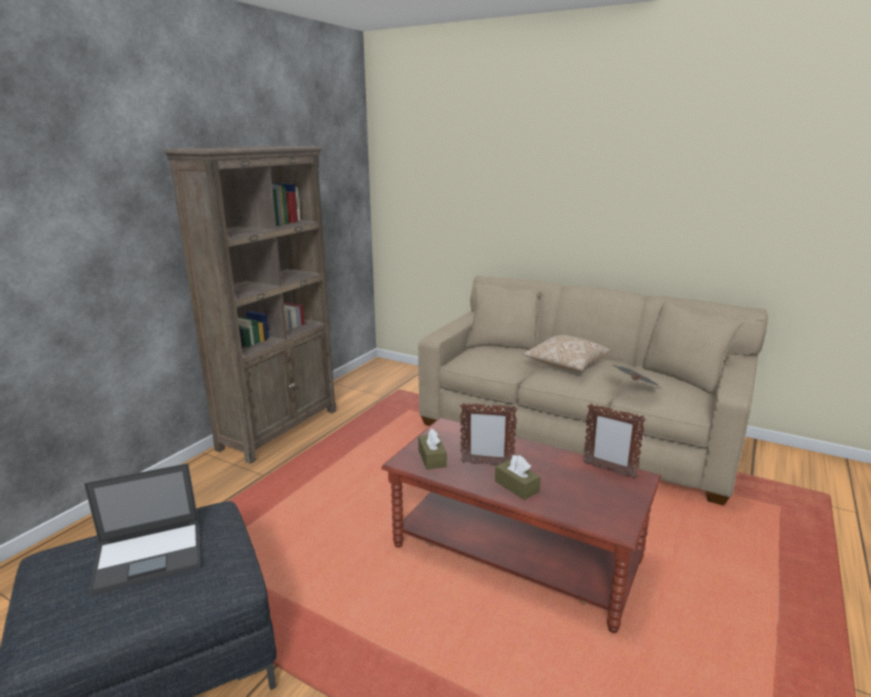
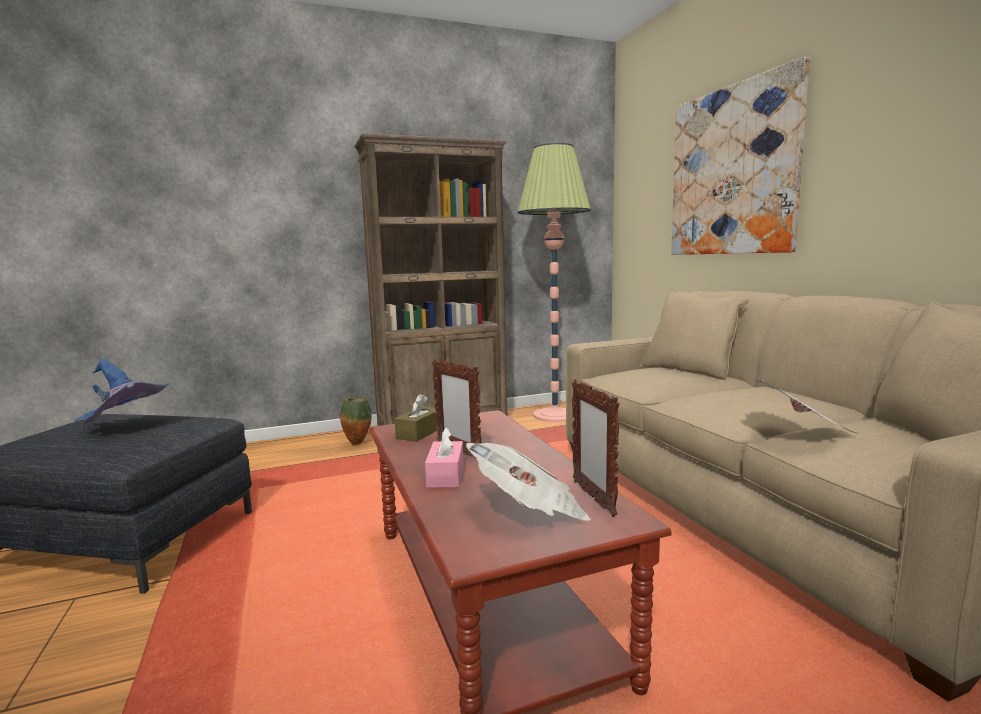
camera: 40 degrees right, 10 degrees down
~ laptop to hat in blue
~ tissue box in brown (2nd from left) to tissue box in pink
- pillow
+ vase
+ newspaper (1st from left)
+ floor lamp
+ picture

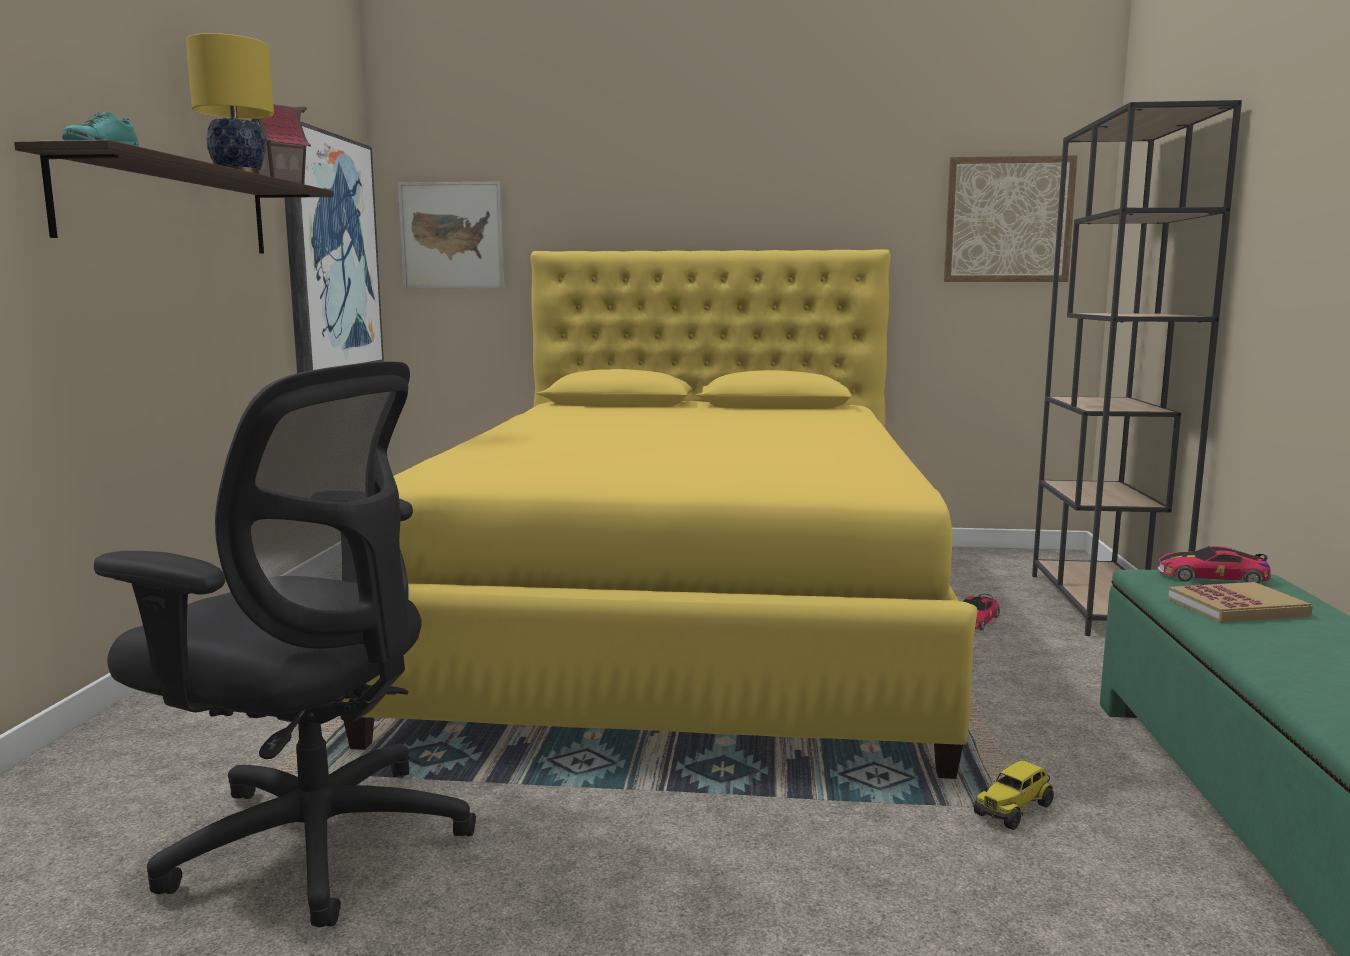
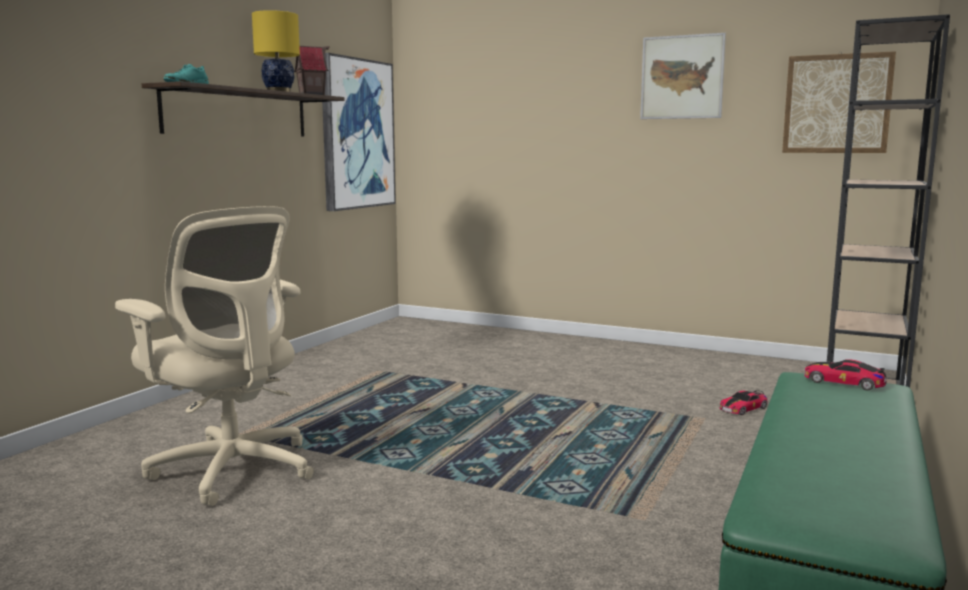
camera: 20 degrees right, 0 degrees up
~ office chair in black to office chair in beige
- bed in yellow
~ picture (2nd from left)
- toy truck
- book

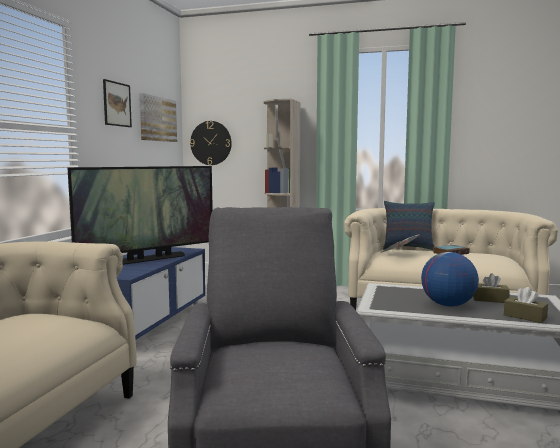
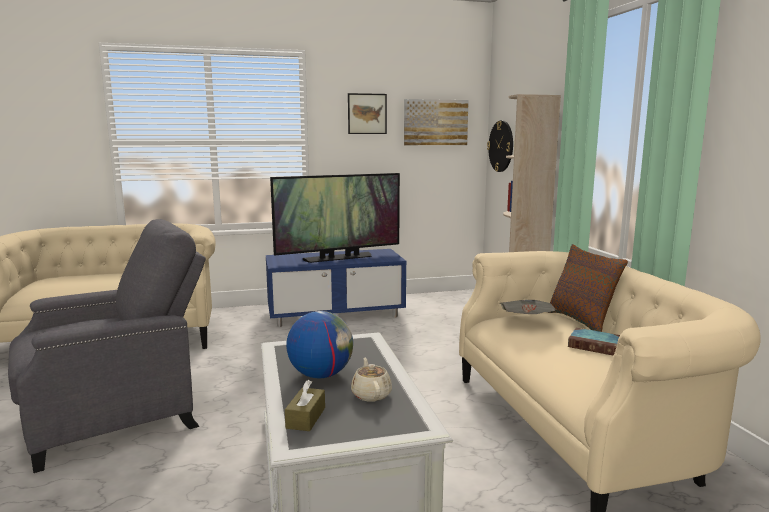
camera: 60 degrees right, 5 degrees up
~ television 45 degrees counterclockwise
~ pillow in blue to pillow in brown
~ tissue box in brown (1st from left) to teapot in beige

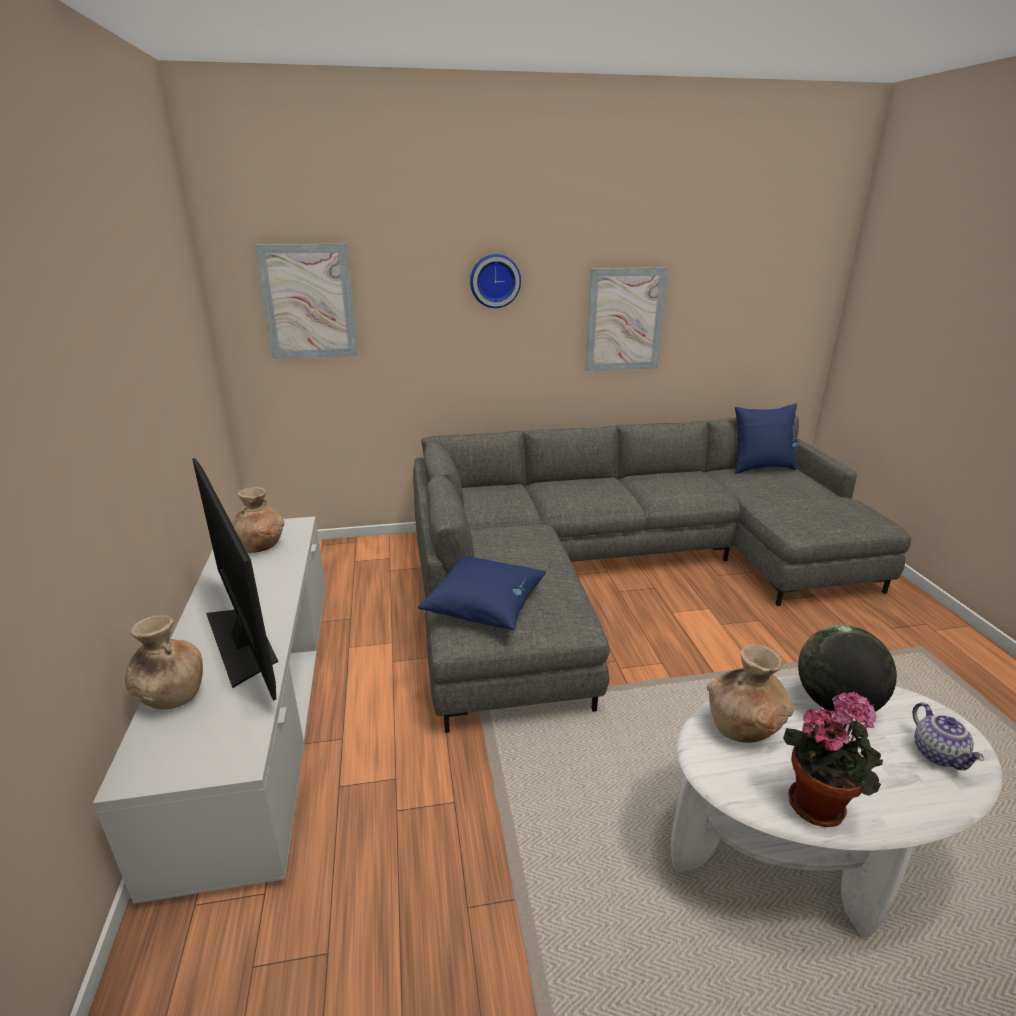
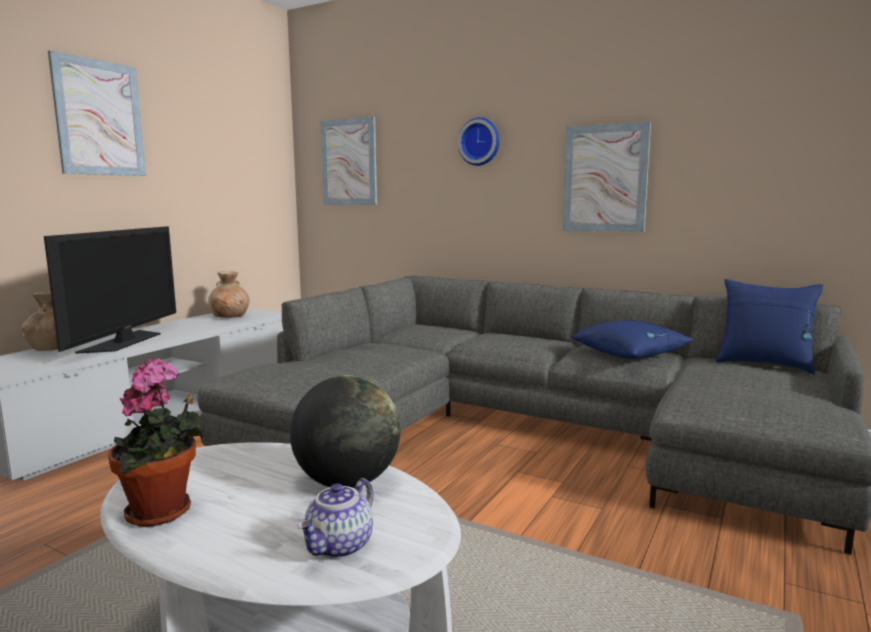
camera: 40 degrees right, 15 degrees down
~ pillow in blue (1st from left)
- vase in brown (3rd from left)
+ picture (1st from left)

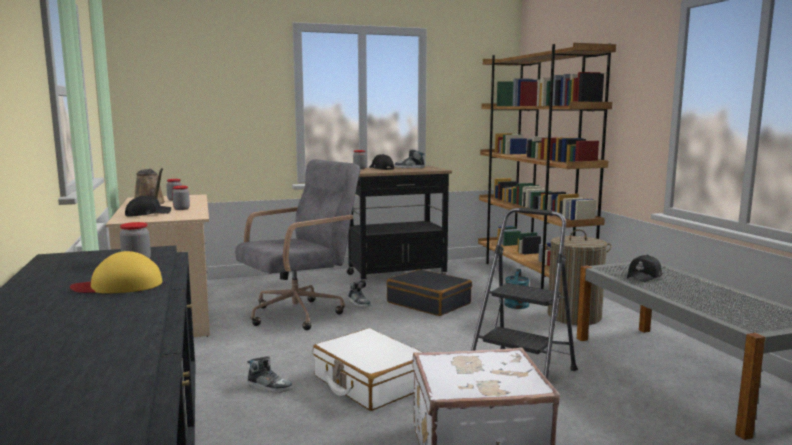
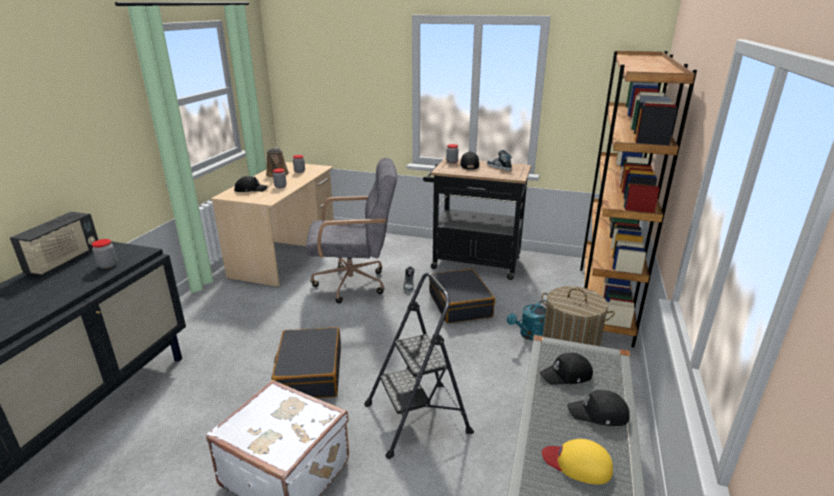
camera: 35 degrees right, 15 degrees up
~ cap in yellow
- shoe (1st from left)
~ suitcase in white (1st from left) to suitcase in black (1st from left)
+ radio
+ cap in black (4th from left)

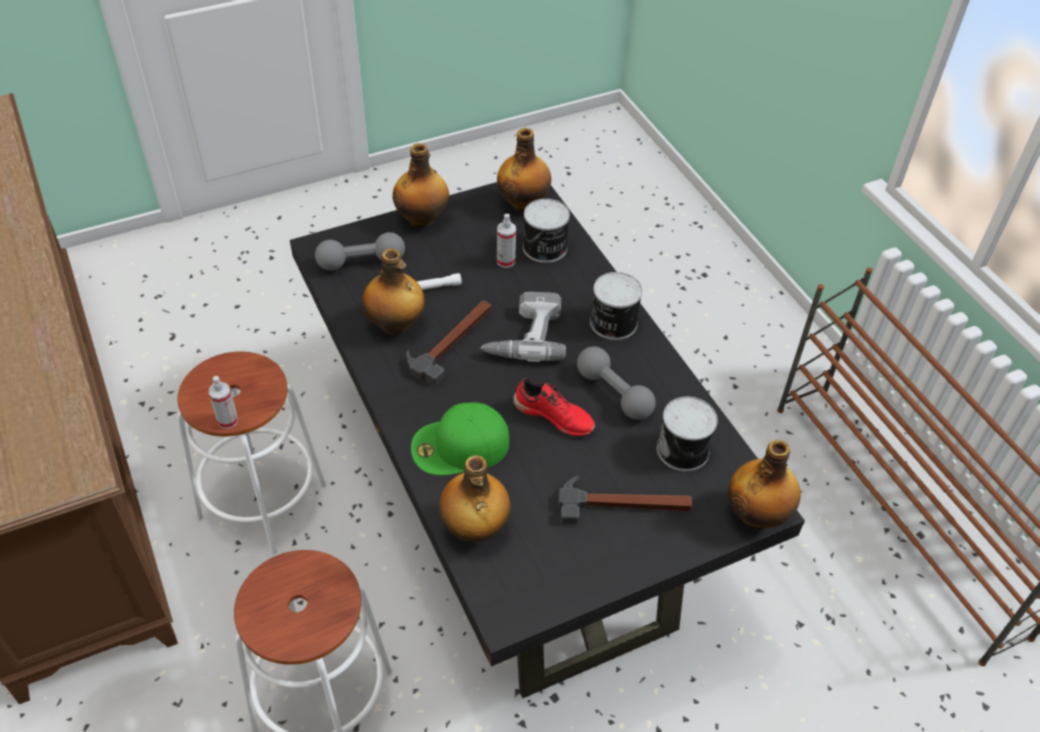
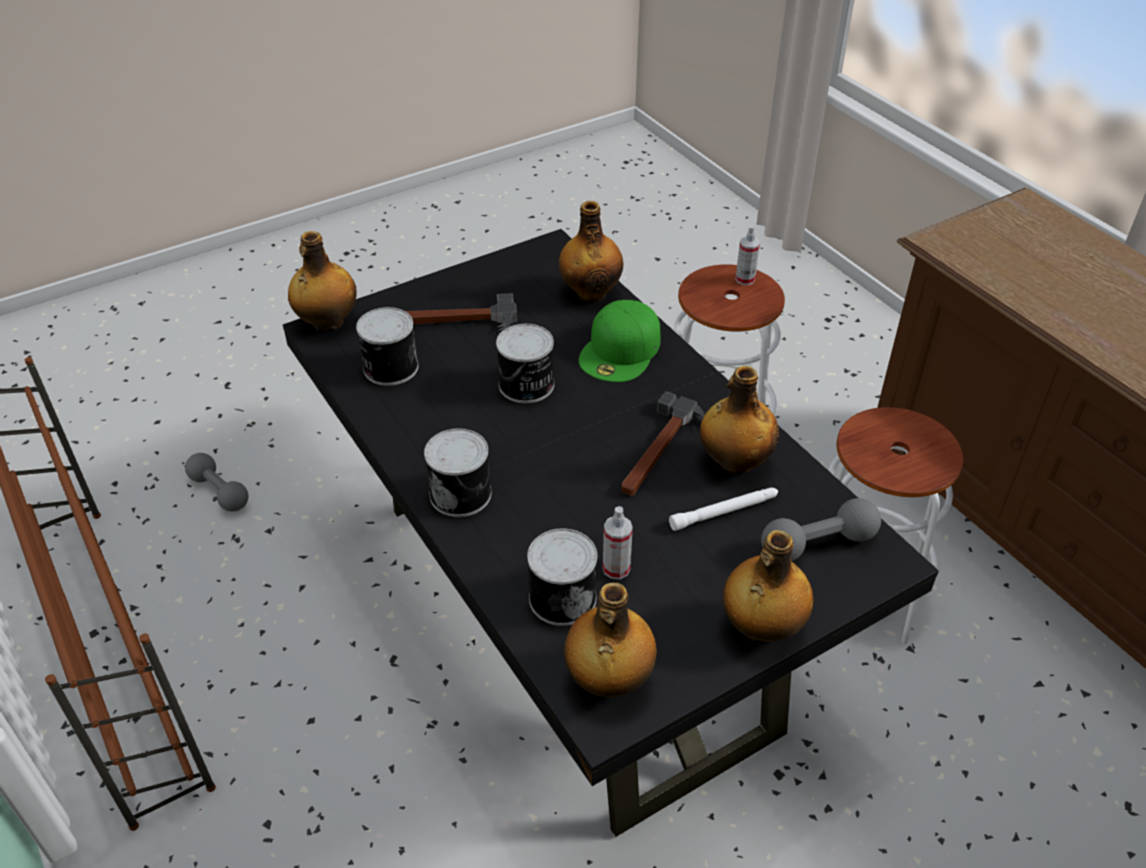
camera: 175 degrees right, 5 degrees down
~ spray bottle (1st from left in the first image) to spray bottle (2nd from left)
~ cap in green 135 degrees clockwise
- power drill
~ shoe in red to can (3rd from left)
~ dumbbell in grey (2nd from left in the first image) to dumbbell in grey (1st from left)

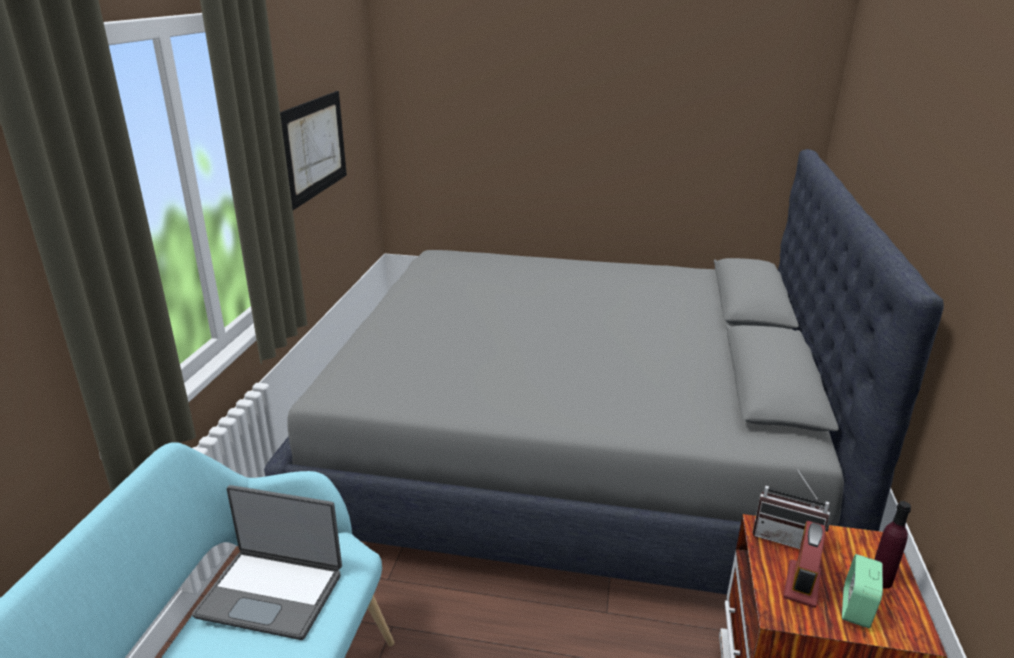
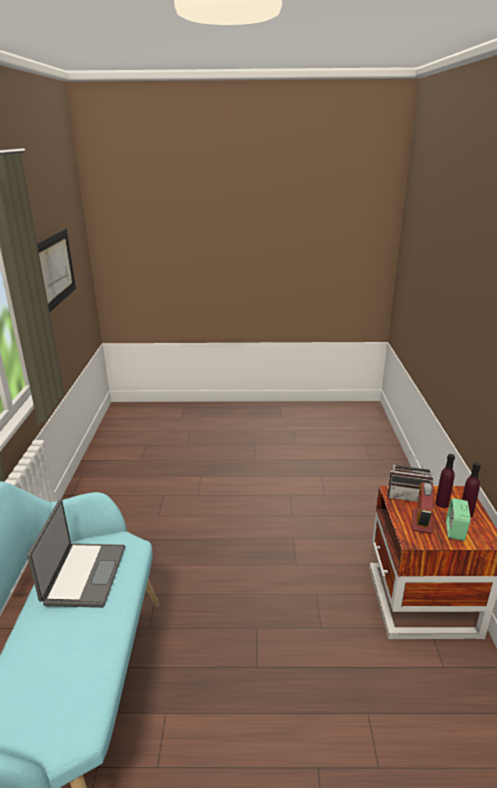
camera: 10 degrees left, 0 degrees up
~ laptop 90 degrees counterclockwise
- bed in grey
+ bottle in purple (1st from left)

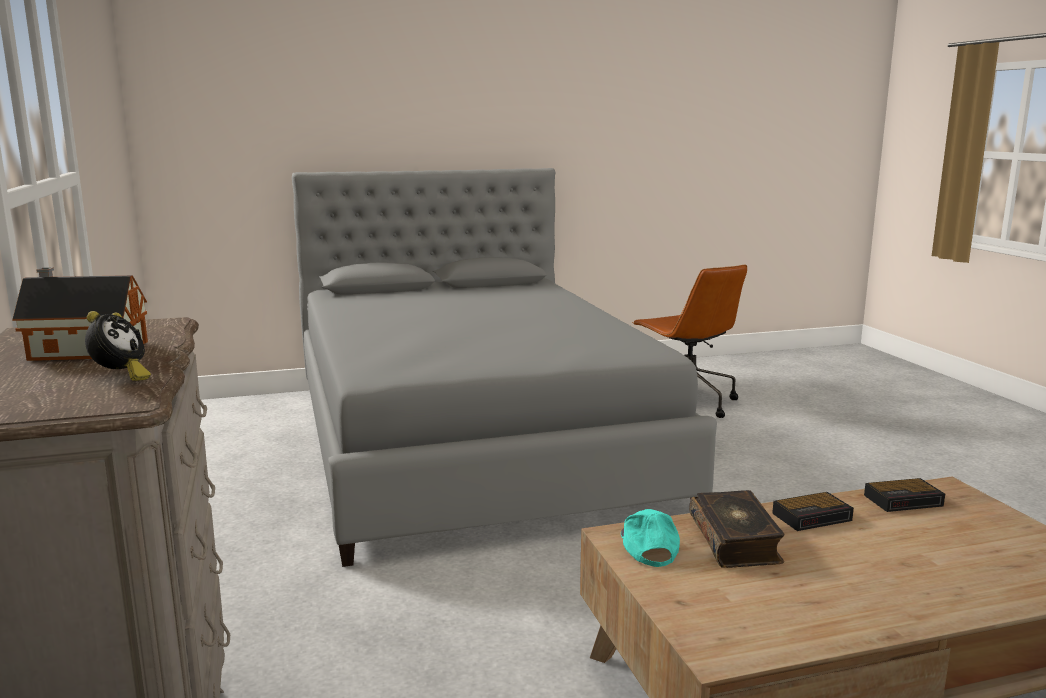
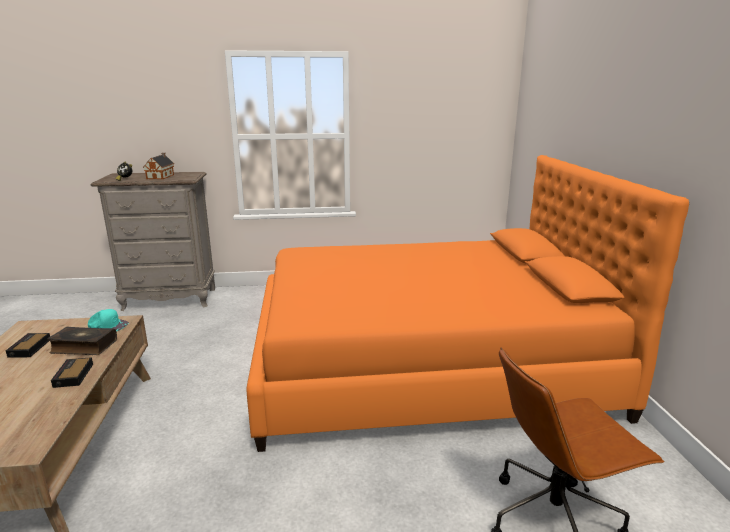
camera: 100 degrees right, 5 degrees up
~ bed in grey to bed in orange
~ alarm clock (3rd from left in the first image) to alarm clock (1st from left)

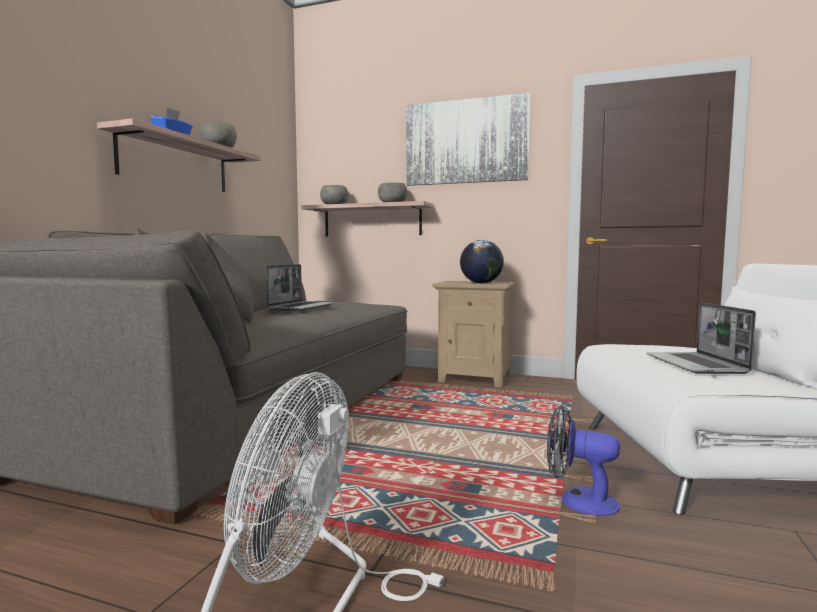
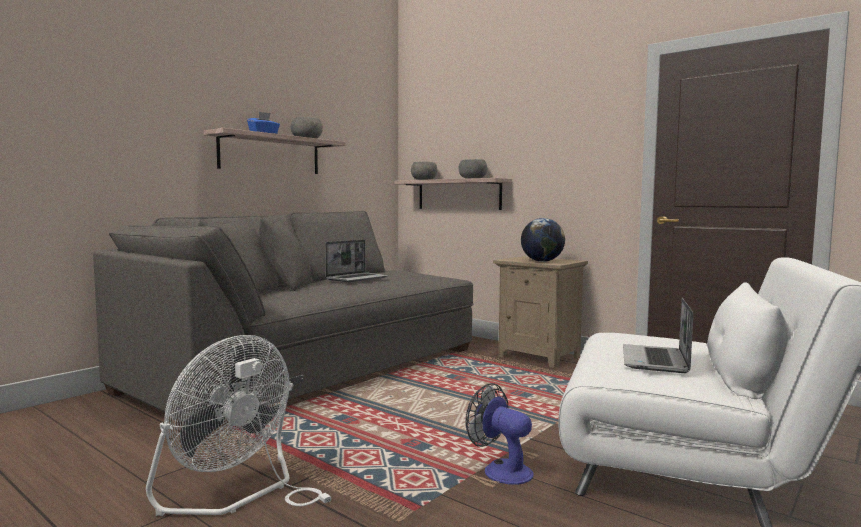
camera: 20 degrees right, 0 degrees up
- picture

